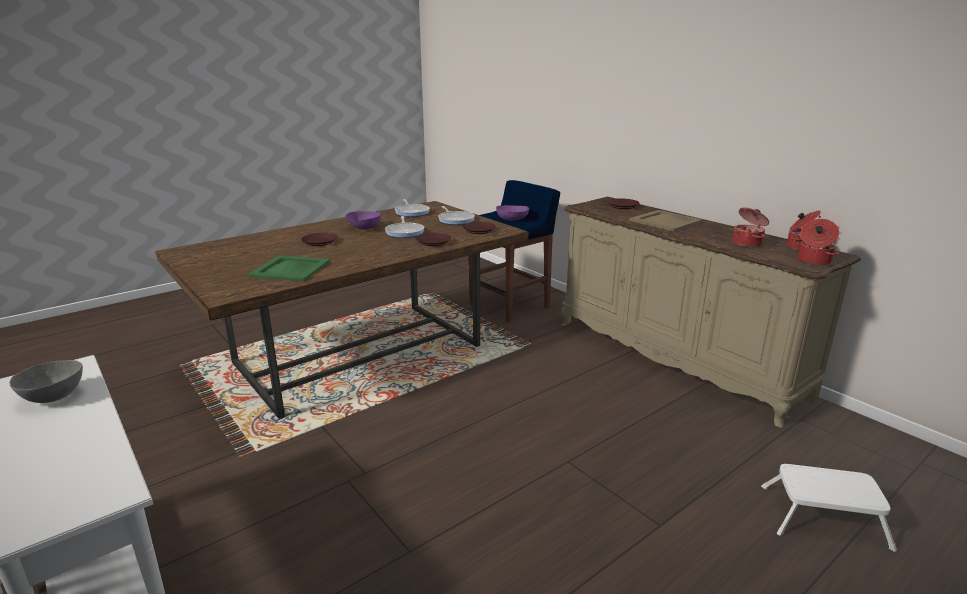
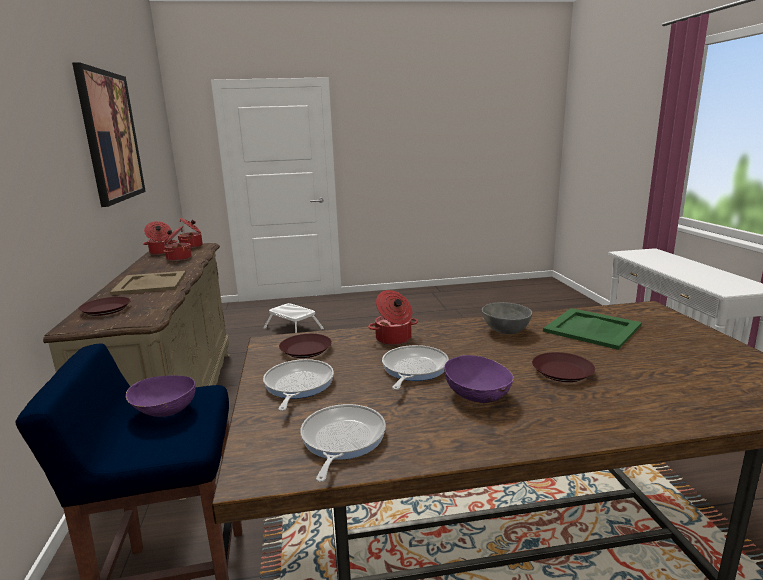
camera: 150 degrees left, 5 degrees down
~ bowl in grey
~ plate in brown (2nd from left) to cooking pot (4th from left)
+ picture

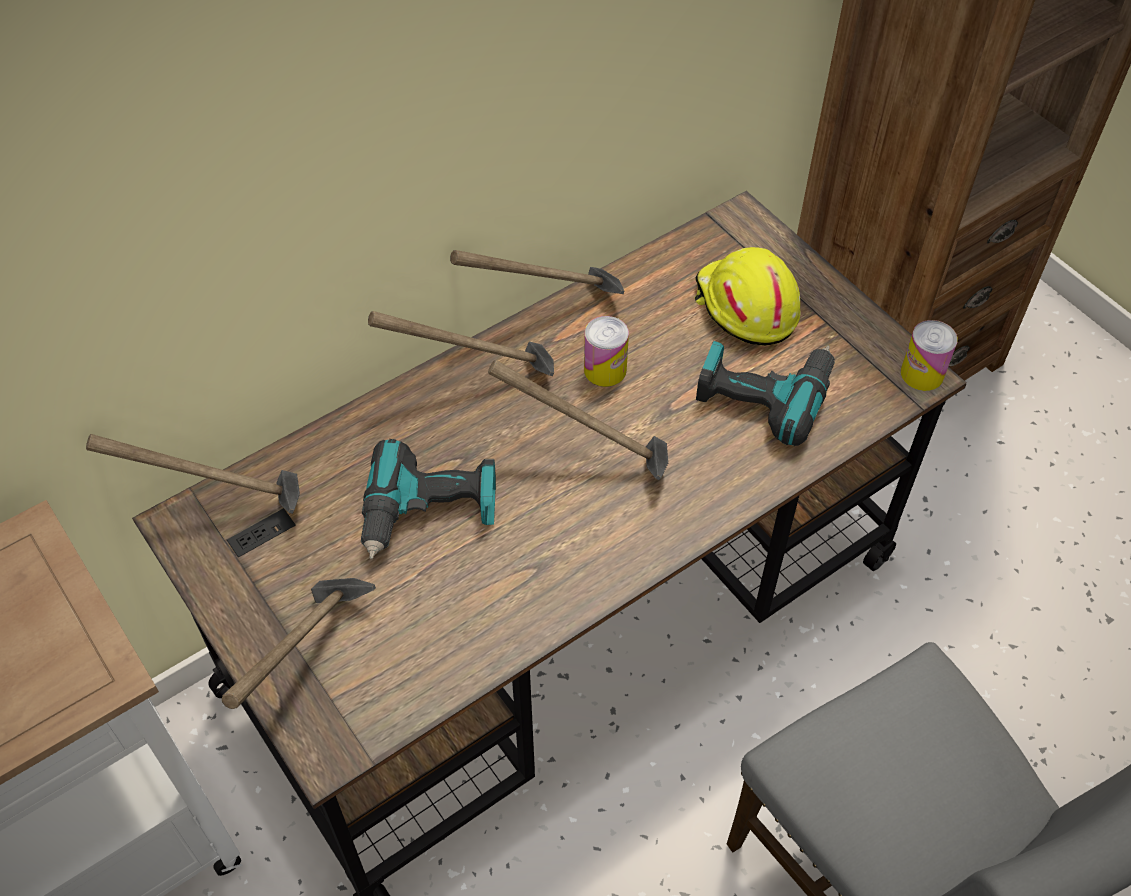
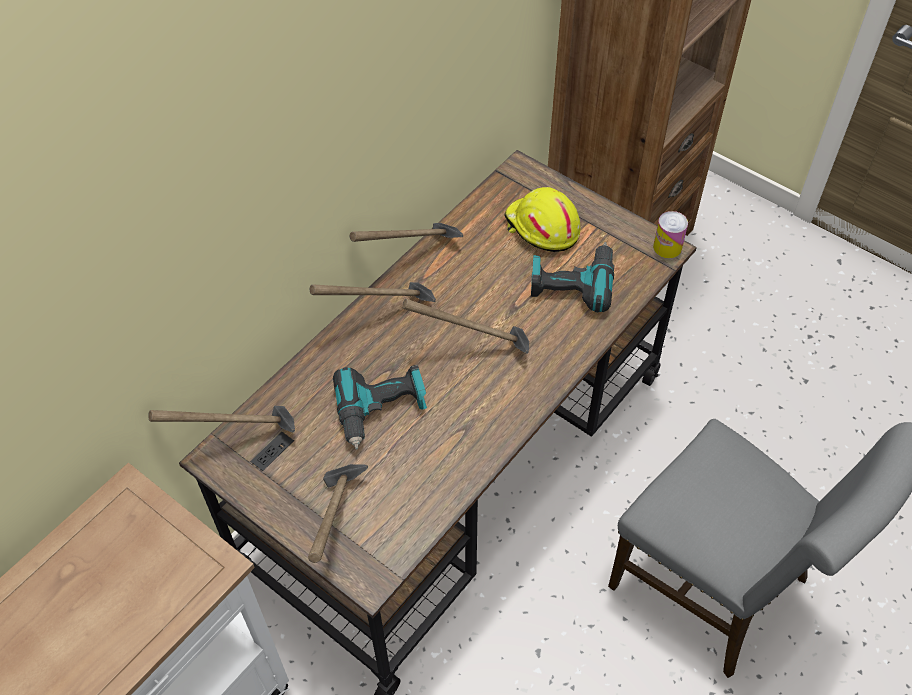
camera: 15 degrees left, 0 degrees up
- can (1st from left)

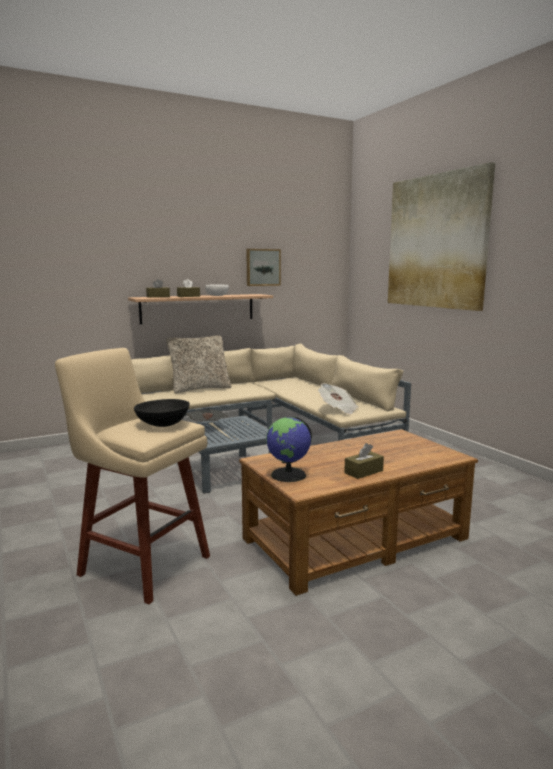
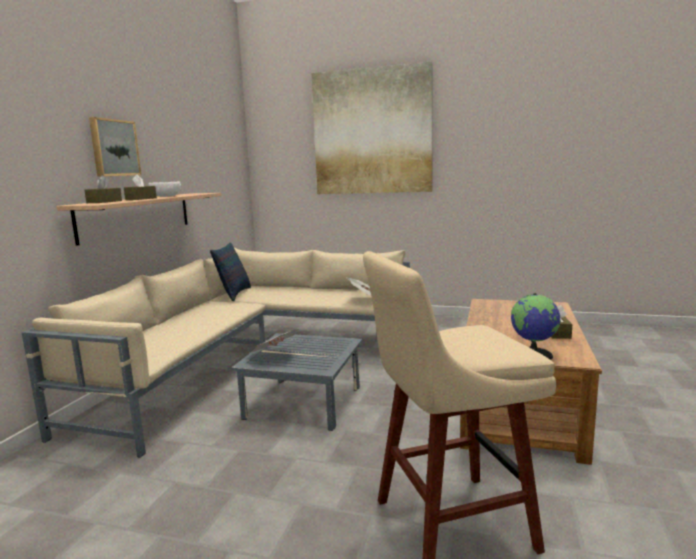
camera: 45 degrees left, 0 degrees up
- bowl in black
- pillow in beige
~ picture (1st from left)
+ pillow in blue

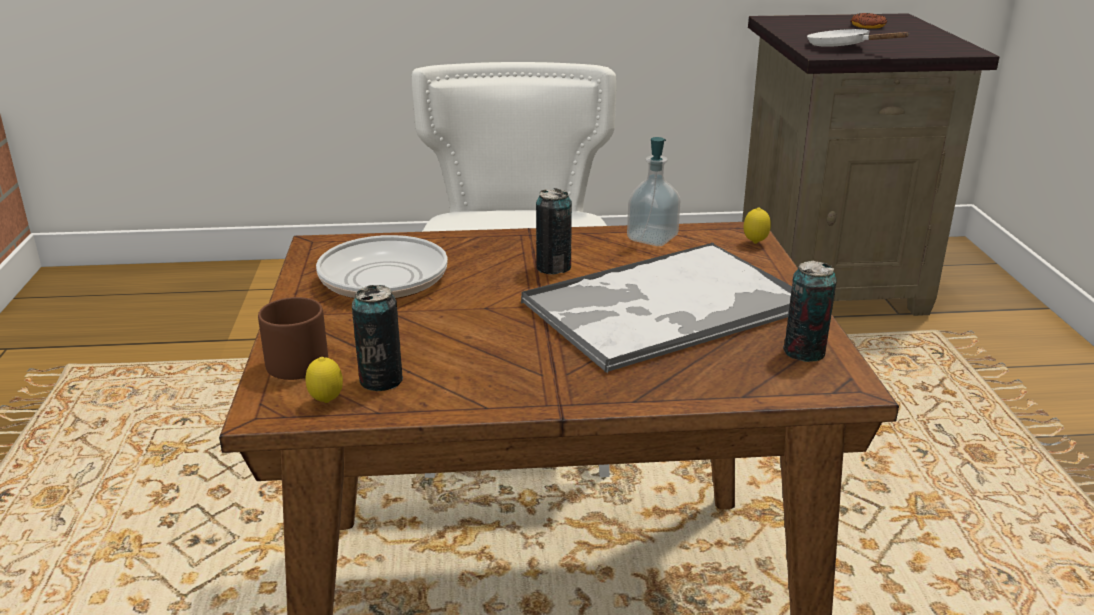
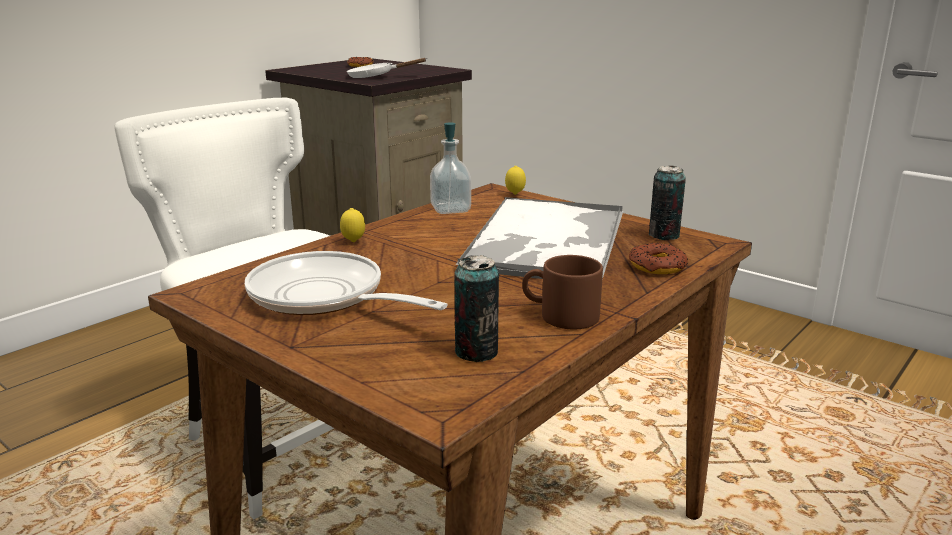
camera: 45 degrees left, 5 degrees down
~ mug in brown
~ lemon (1st from left)
- can (2nd from left)
+ donut (2nd from left)

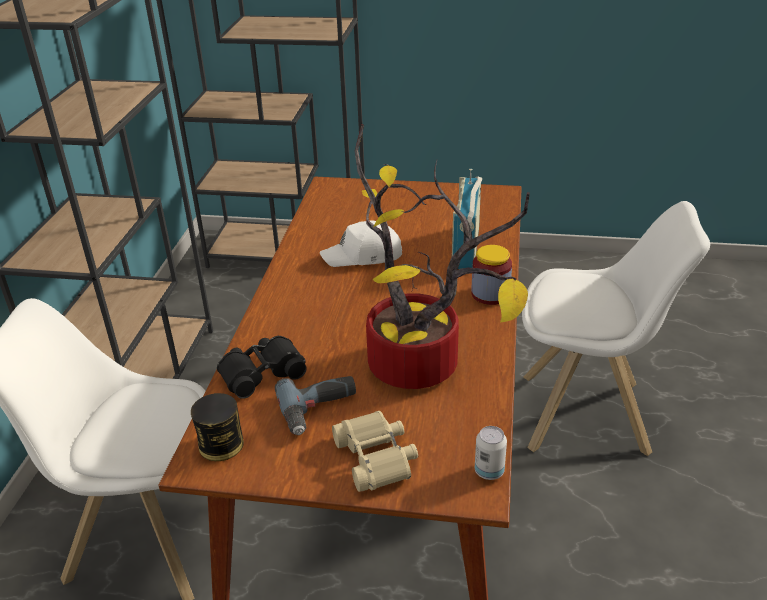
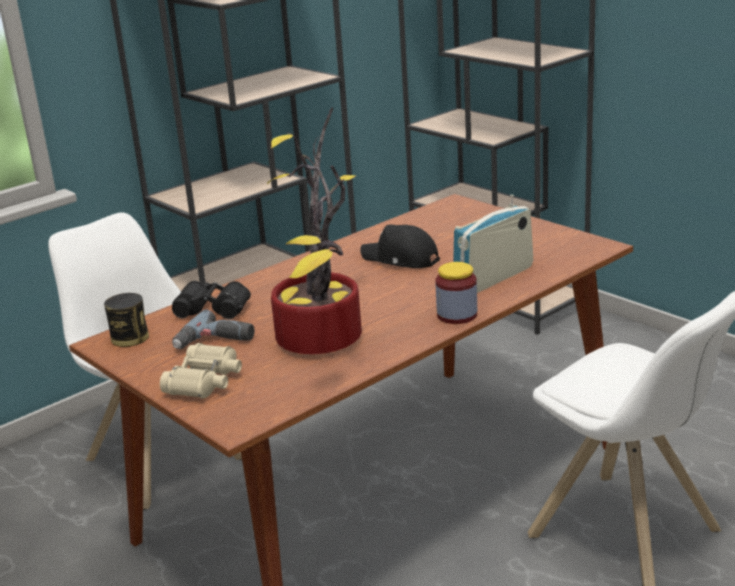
camera: 40 degrees right, 10 degrees down
~ cap in white to cap in black
- can (2nd from left)

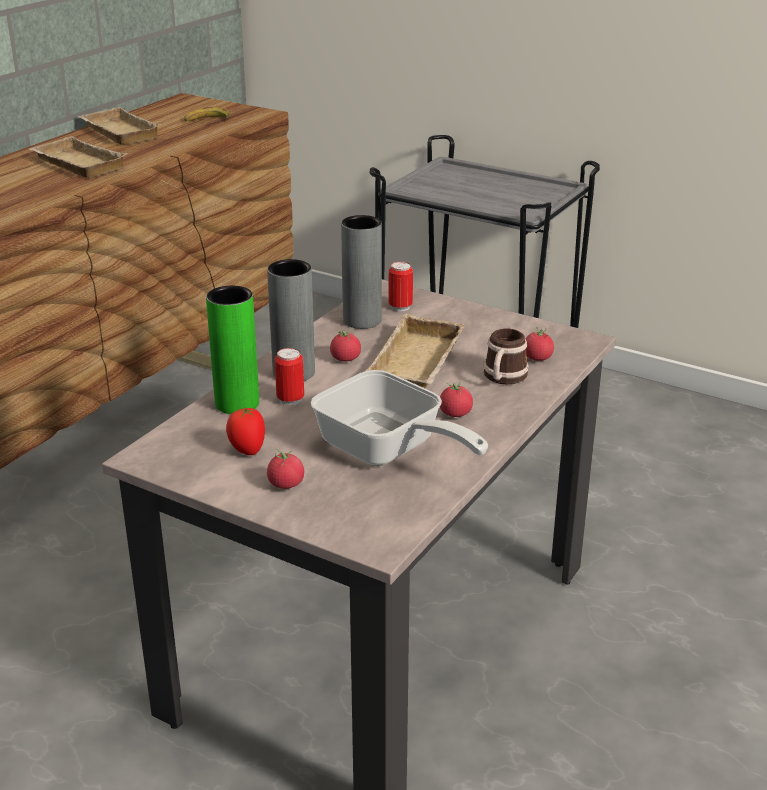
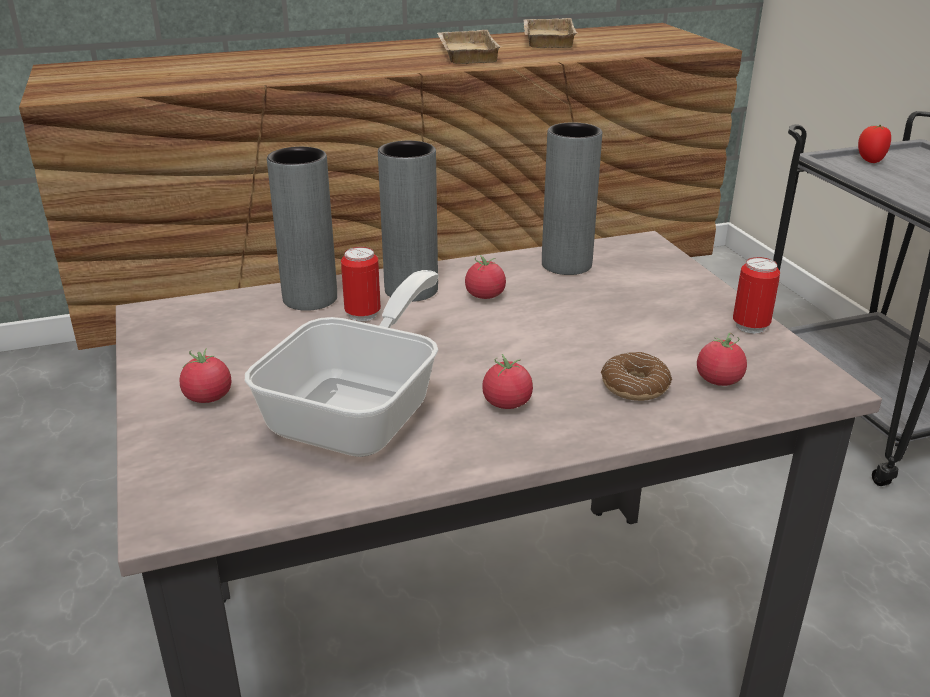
camera: 40 degrees right, 0 degrees up
- banana
~ vase in green to vase in grey (1st from left)
~ tomato (1st from left in the first image) to tomato (5th from left)
~ frying pan 150 degrees counterclockwise
- tray in beige (3rd from left)
~ can (2nd from left)
~ mug to donut

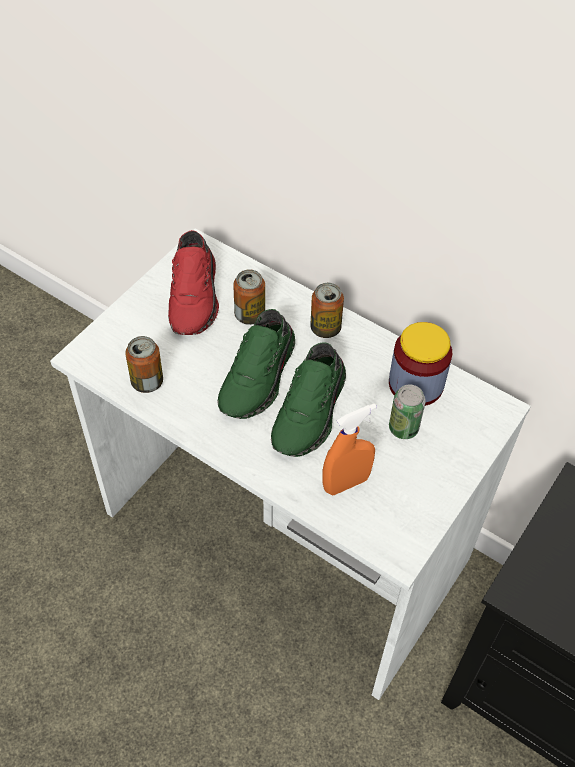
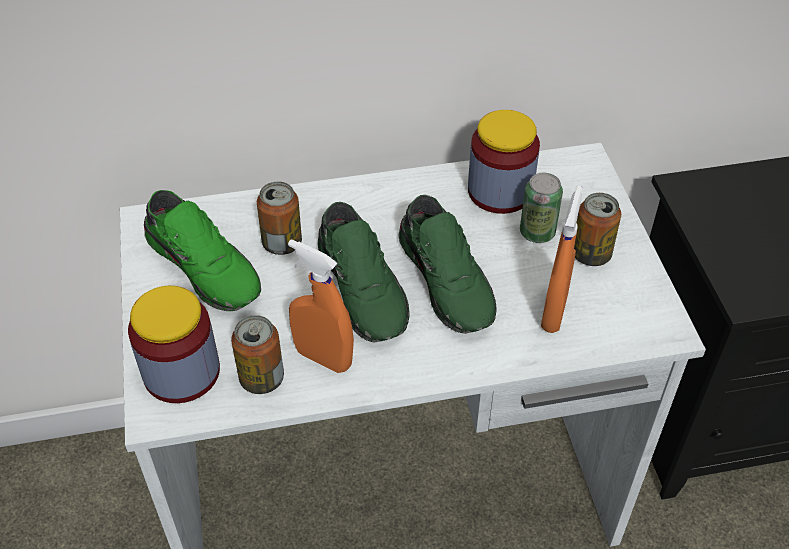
camera: 45 degrees left, 5 degrees down
~ shoe in red to shoe in green (1st from left)
~ can (3rd from left in the first image) to can (4th from left)
+ jar (1st from left)
+ spray bottle in orange (1st from left)

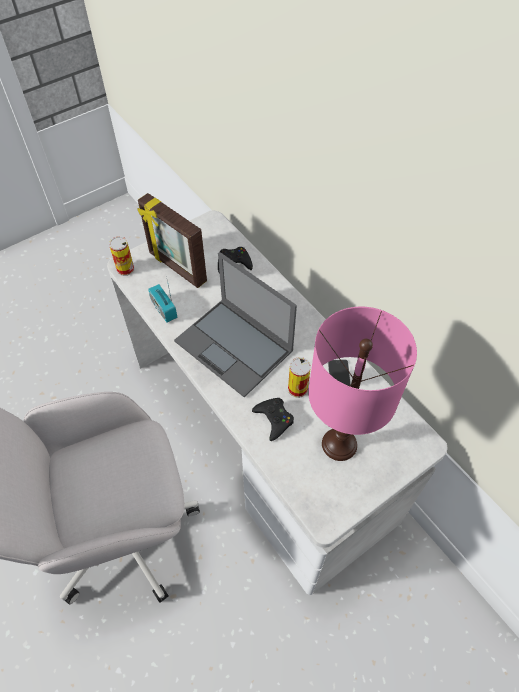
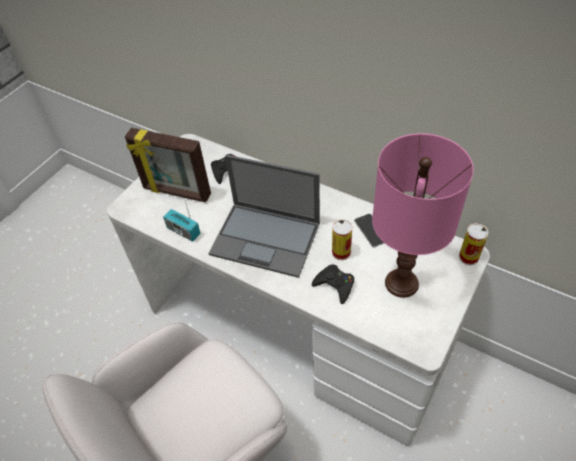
camera: 20 degrees left, 5 degrees down
~ can (1st from left in the first image) to can (2nd from left)

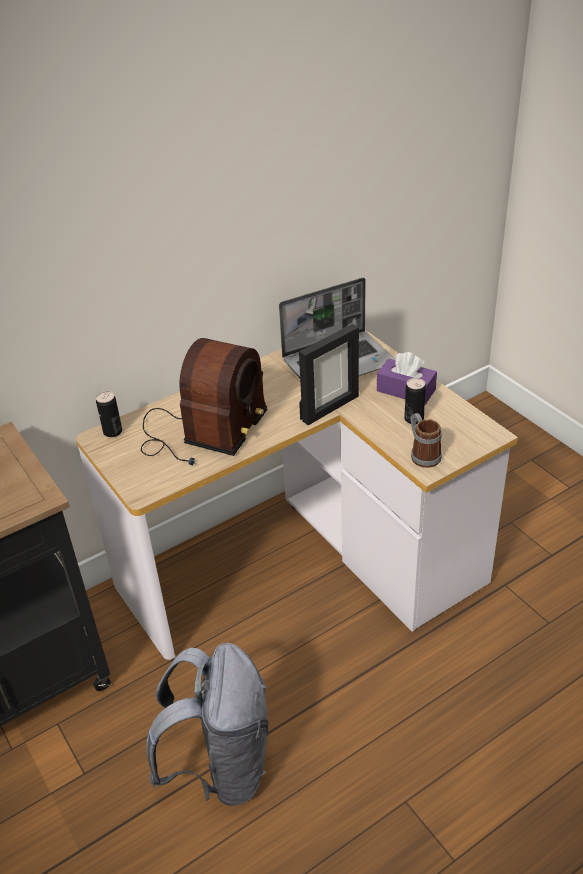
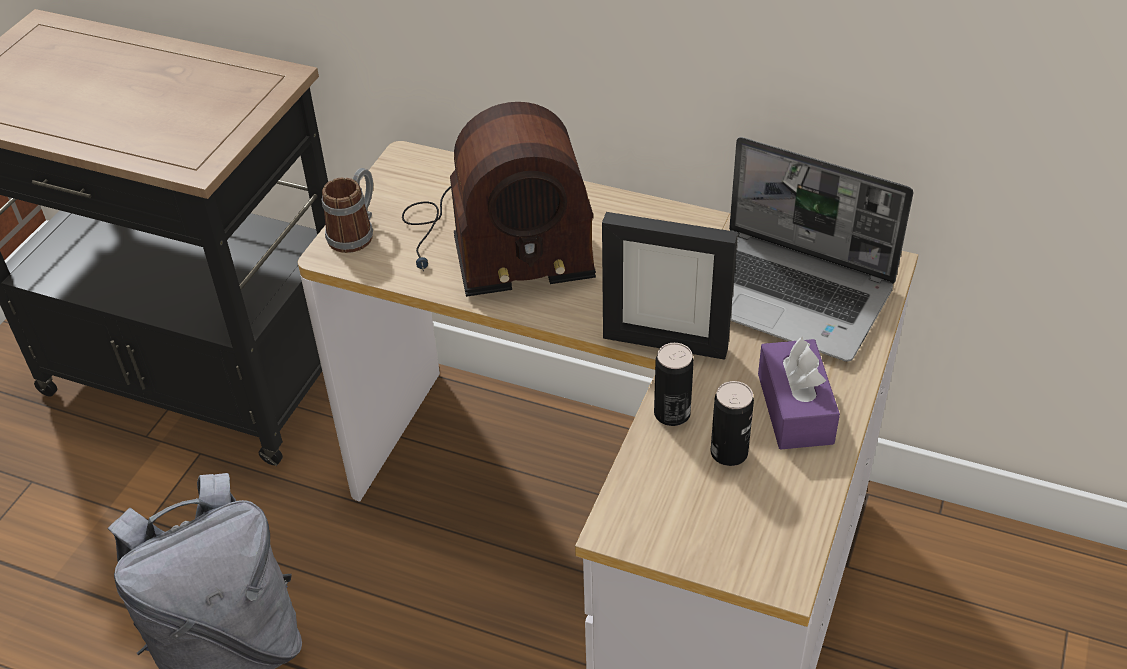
camera: 55 degrees right, 5 degrees up
~ can (1st from left)
~ mug

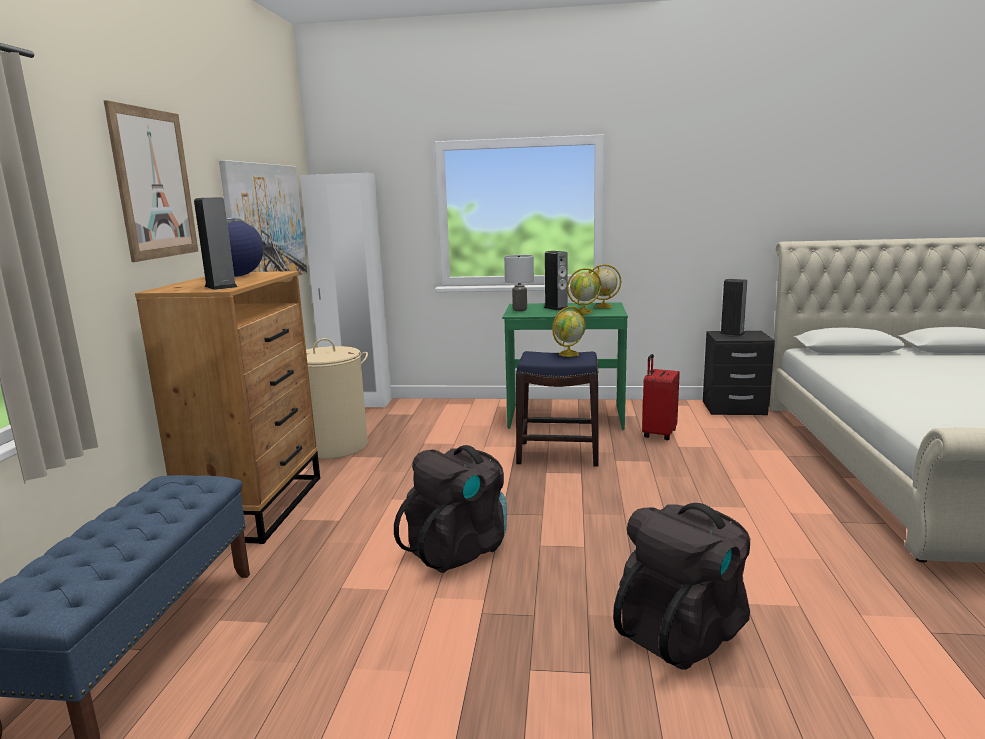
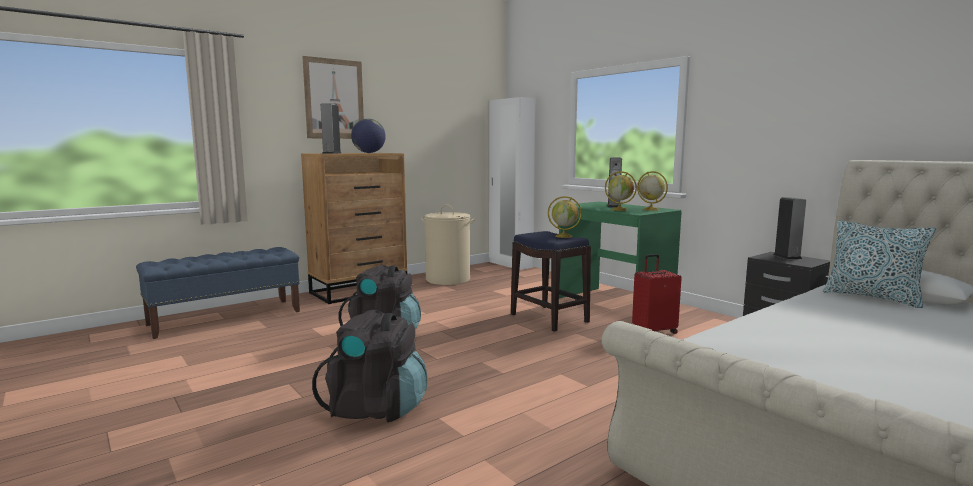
camera: 45 degrees right, 5 degrees down
- picture (2nd from left)
- table lamp in white
+ pillow

